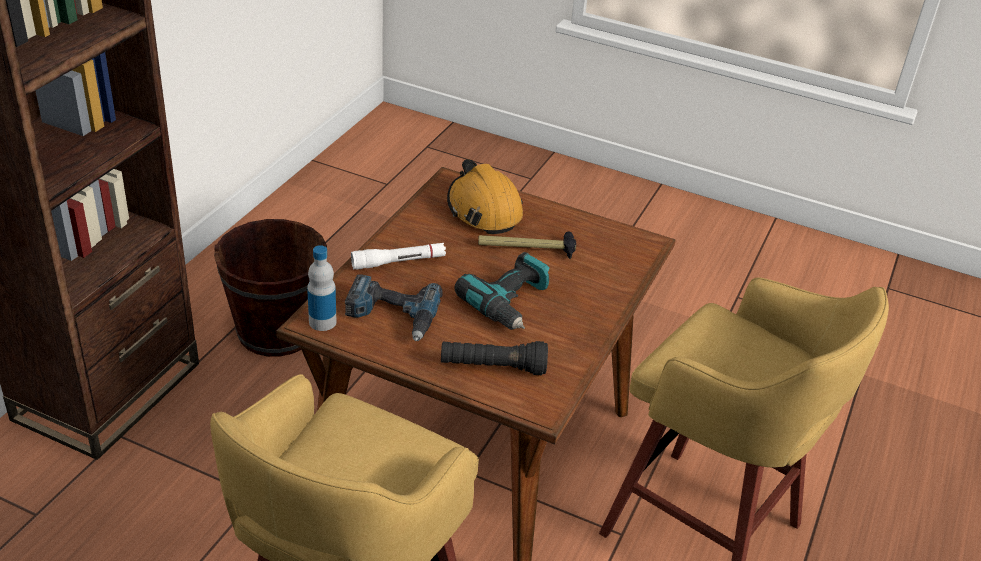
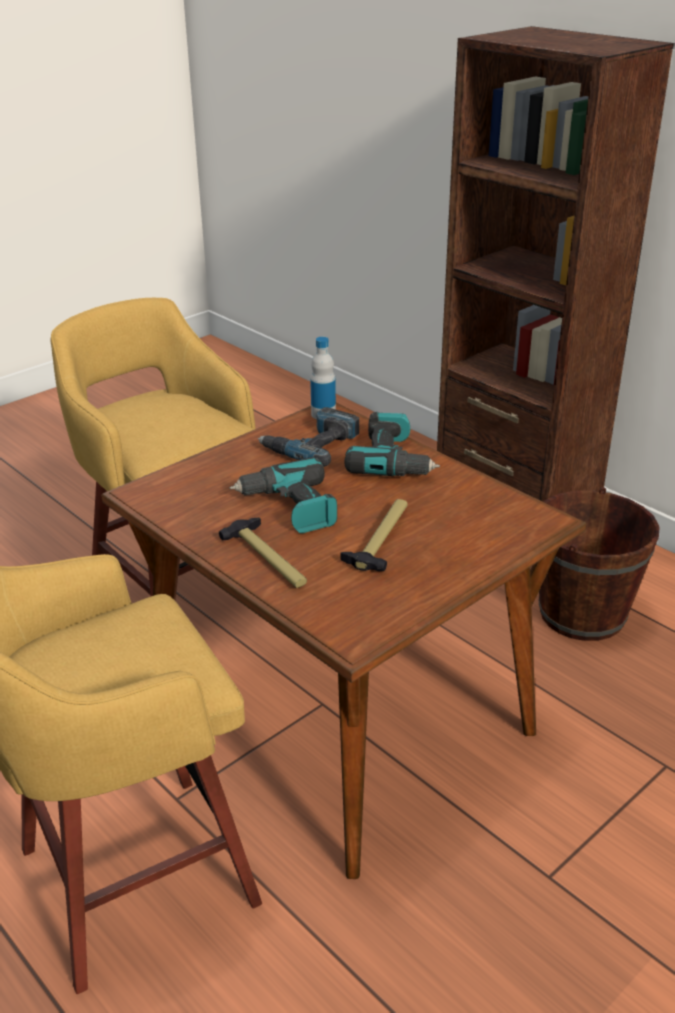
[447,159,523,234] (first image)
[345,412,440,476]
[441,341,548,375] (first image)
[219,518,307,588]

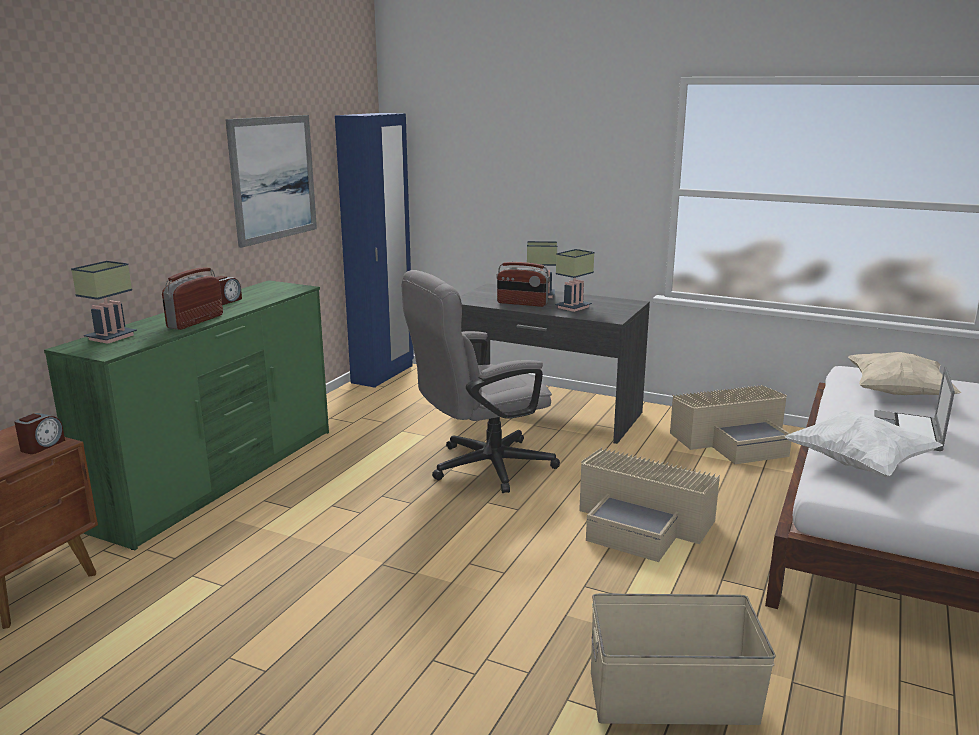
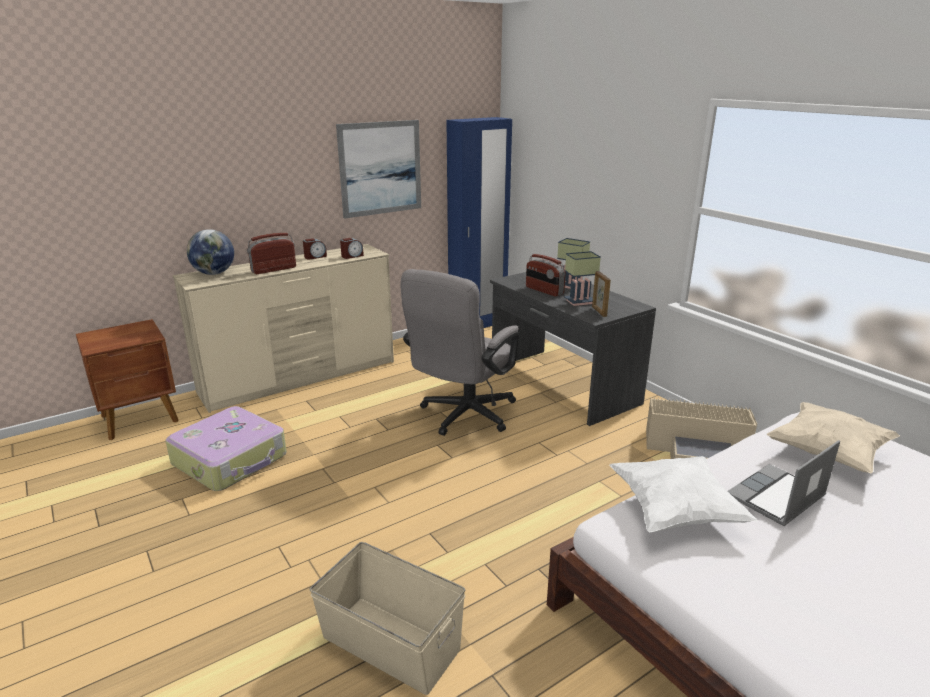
[187,229,234,275]
[400,269,519,436]
[173,244,394,413]
[340,238,364,259]
[579,447,720,562] (first image)
[592,271,610,317]
[166,406,287,491]

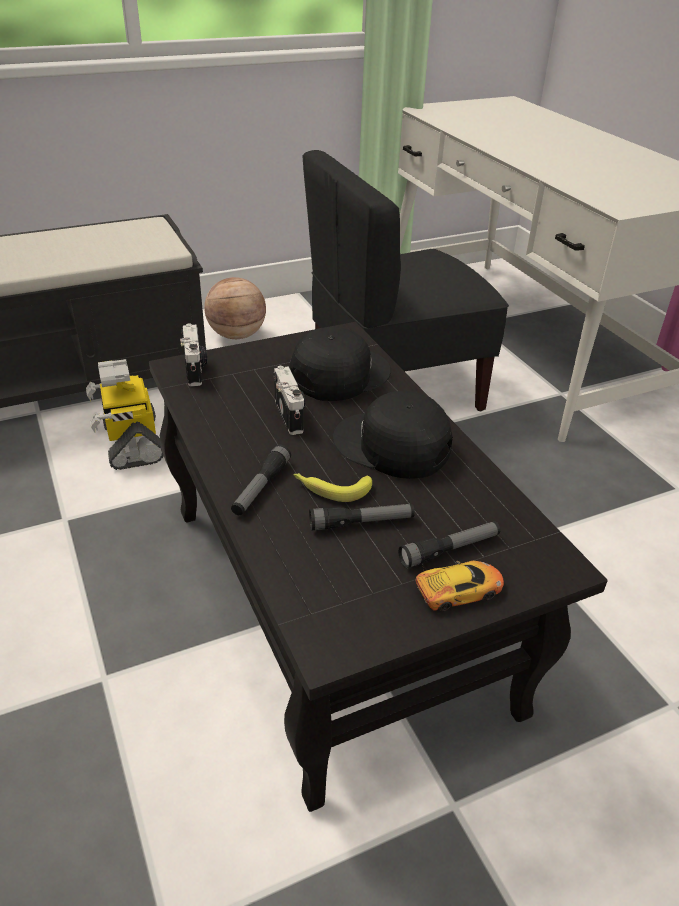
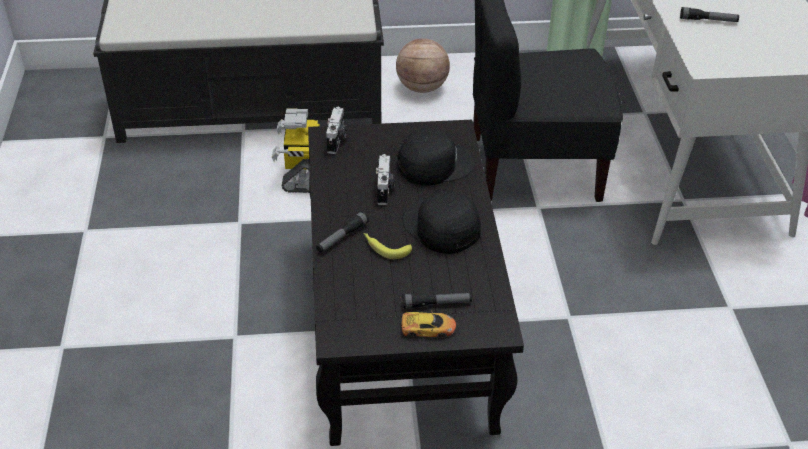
[680,7,739,22]

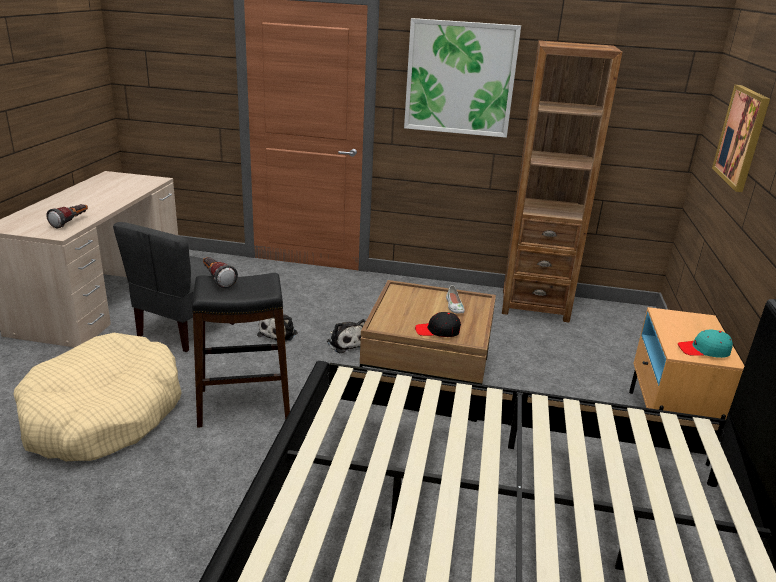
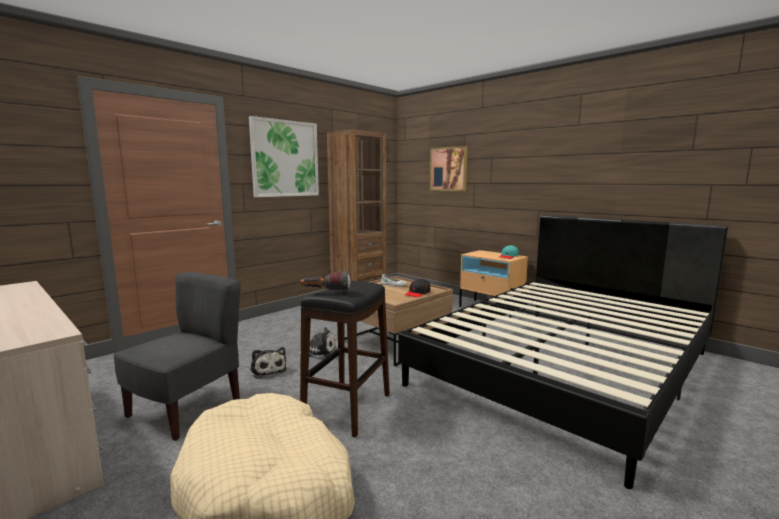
[46,204,88,228] (first image)
[113,272,241,441]

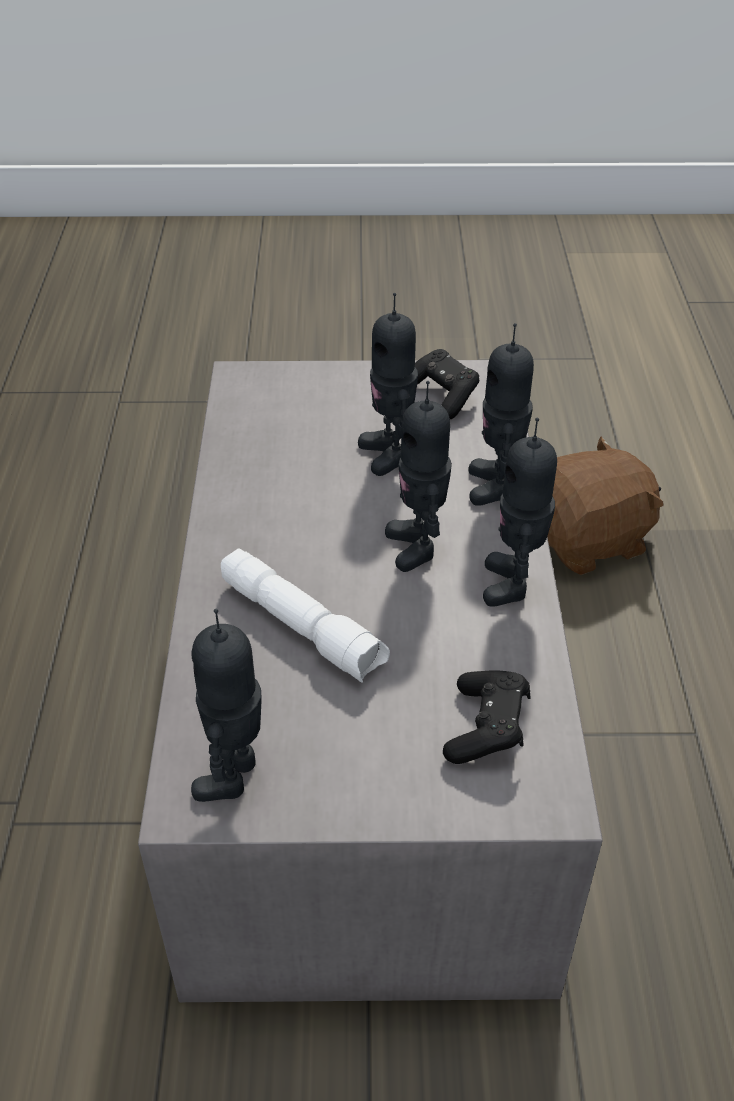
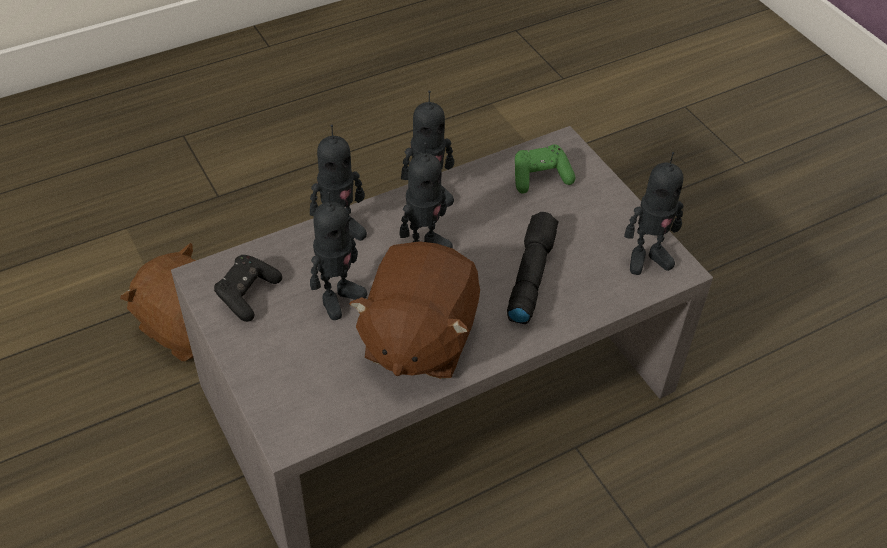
[507,212,558,324]
[515,144,575,194]
[349,241,480,379]

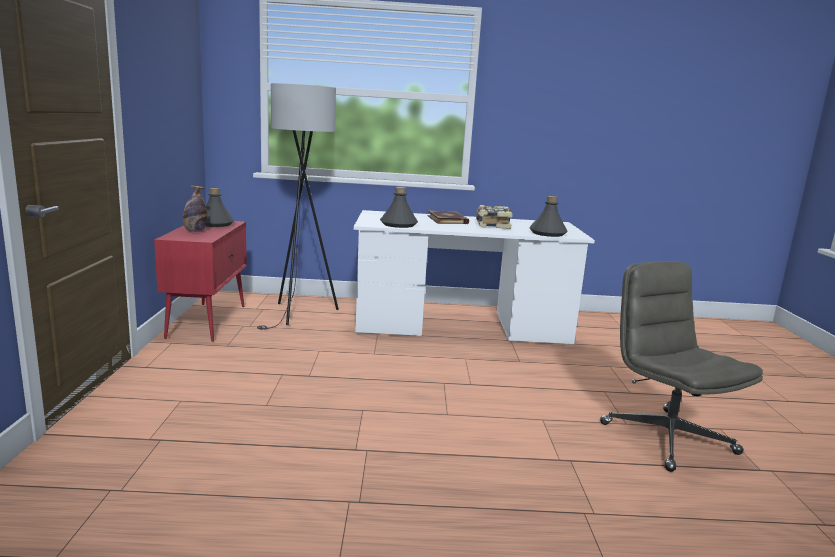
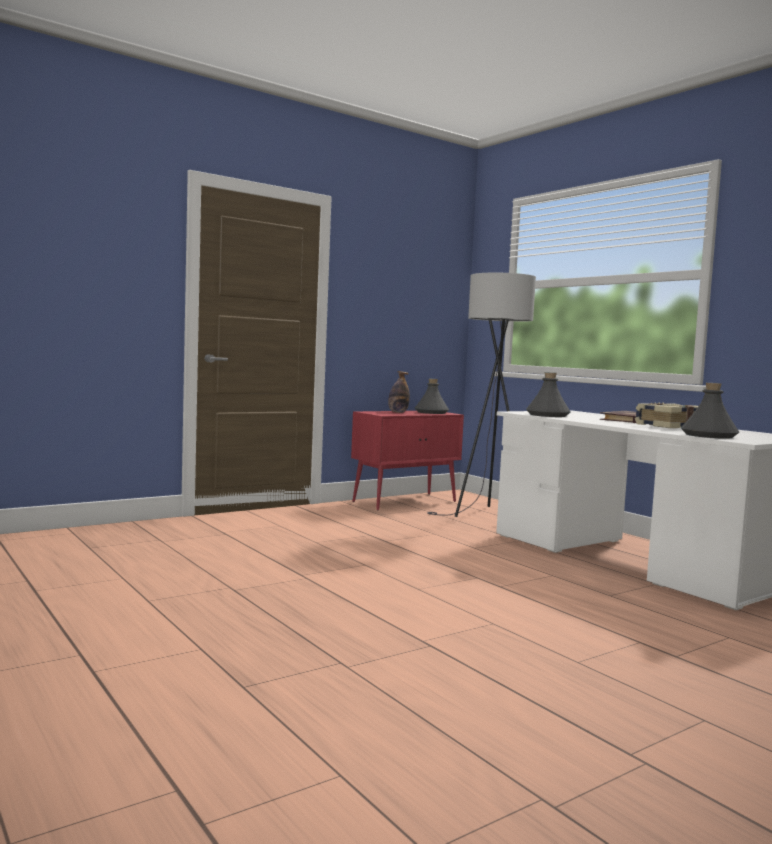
[600,261,763,472] (first image)

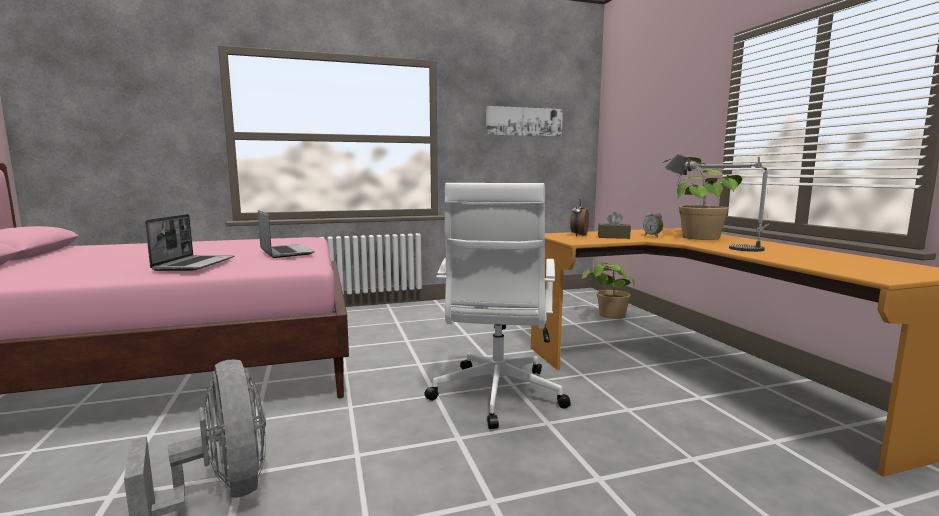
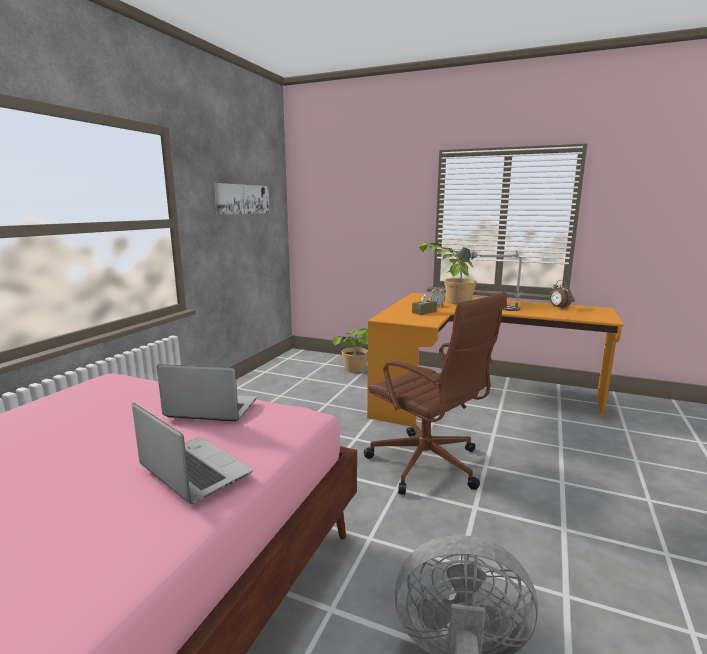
[364,292,507,495]
[550,280,573,309]

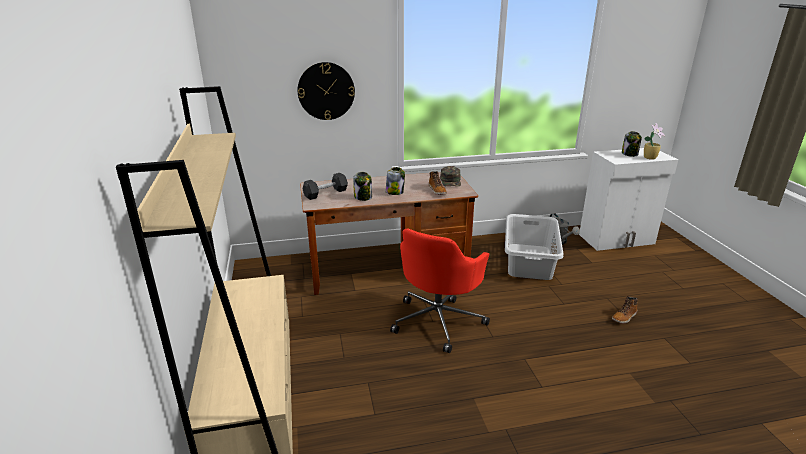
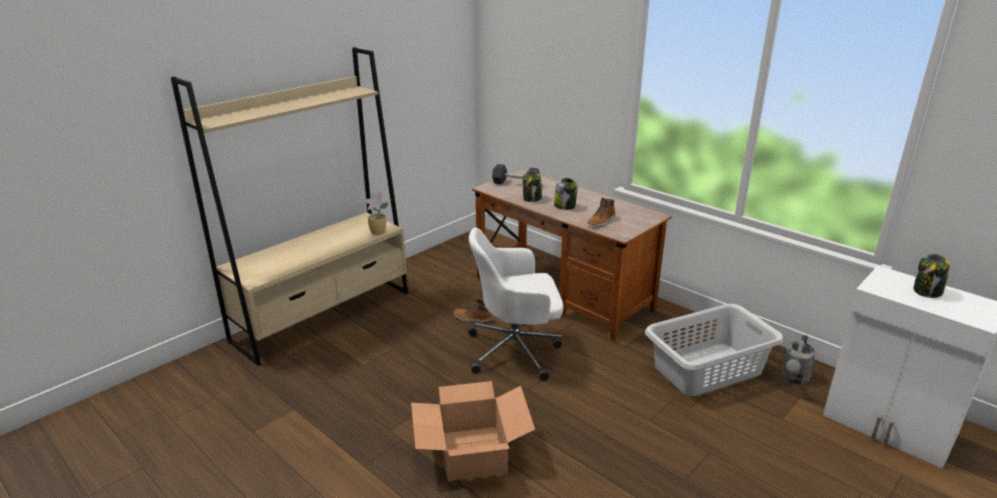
[298,62,355,120] (first image)
[364,191,388,235]
[440,166,461,186] (first image)
[468,228,564,381]
[454,300,492,323]
[411,381,535,482]

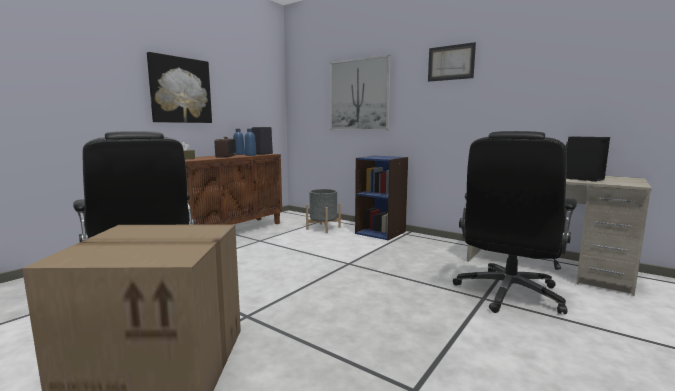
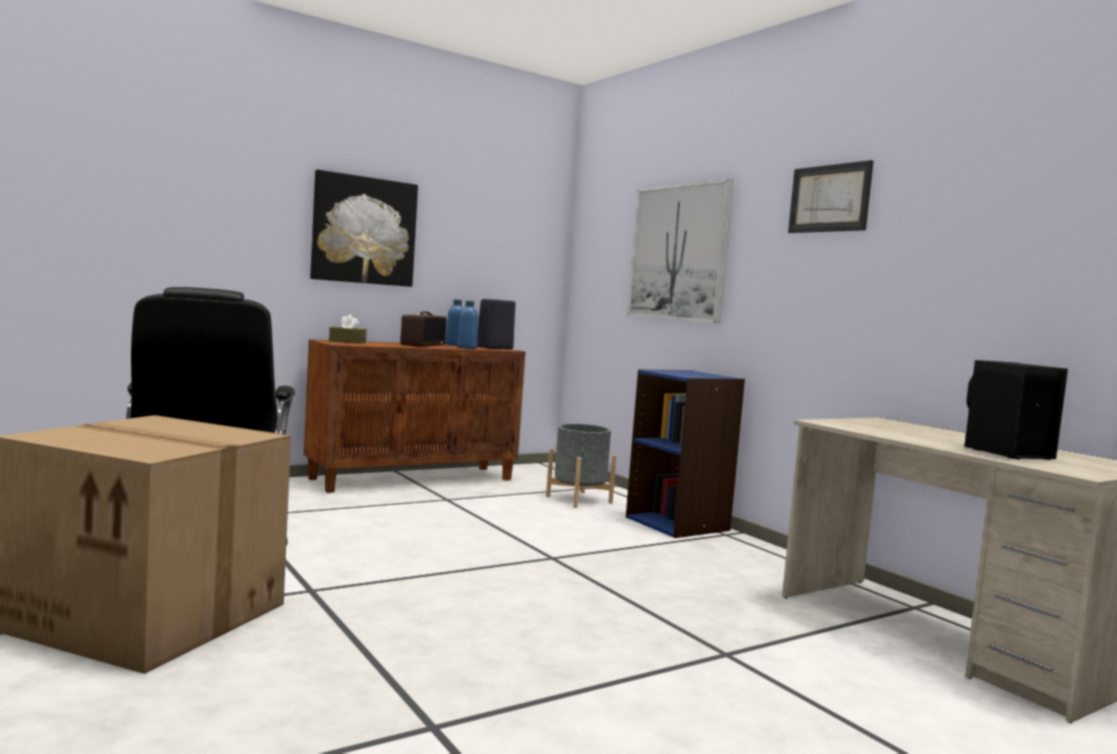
[453,131,577,314] (first image)

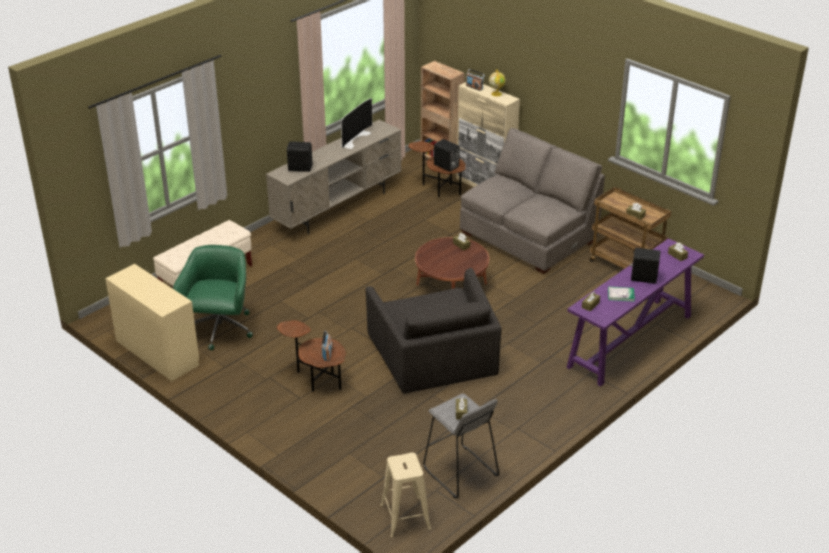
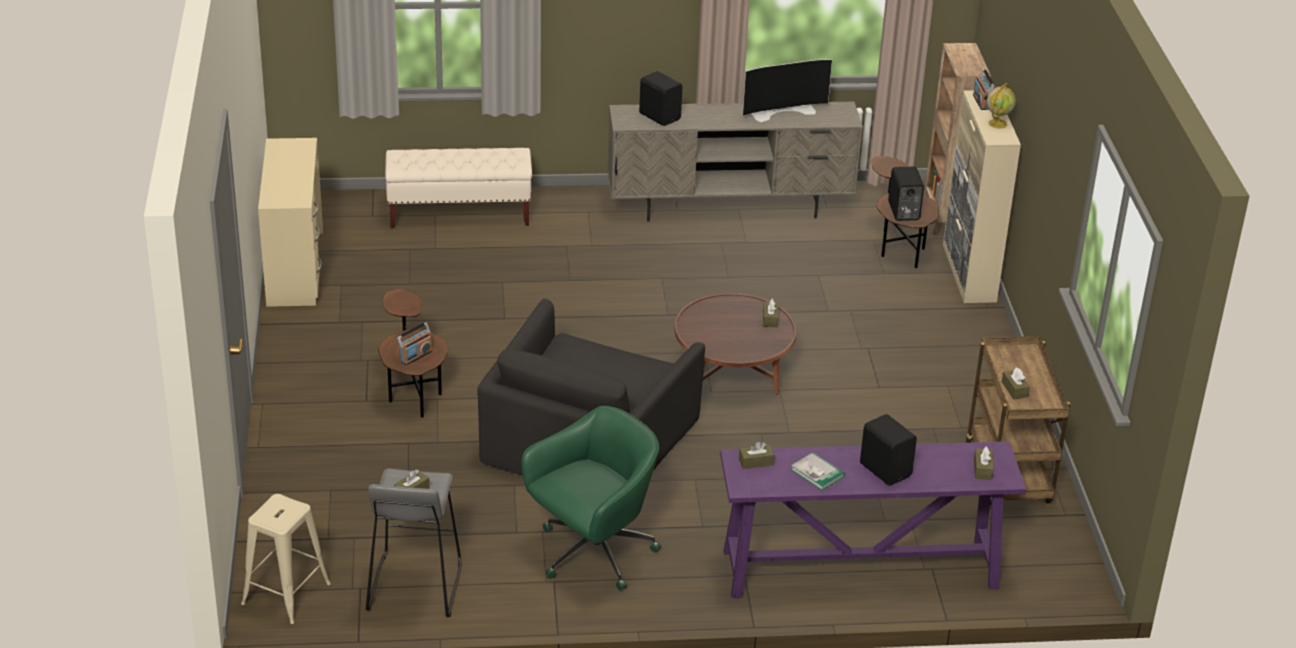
[460,128,605,274] (first image)
[522,406,661,591]

